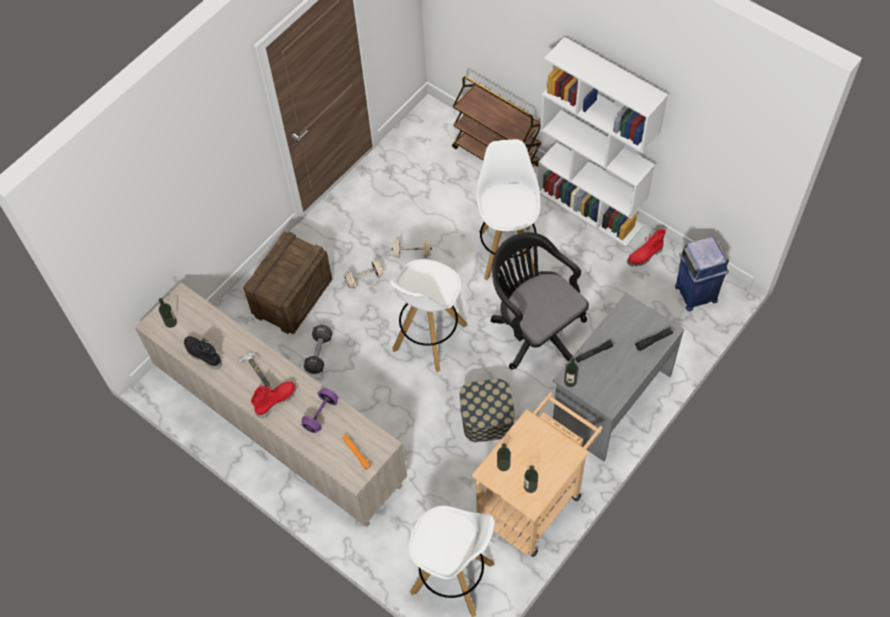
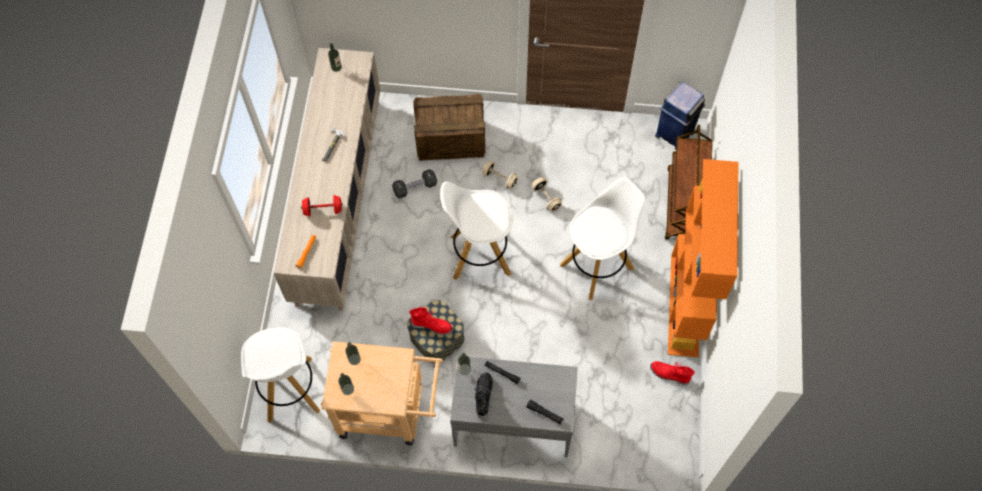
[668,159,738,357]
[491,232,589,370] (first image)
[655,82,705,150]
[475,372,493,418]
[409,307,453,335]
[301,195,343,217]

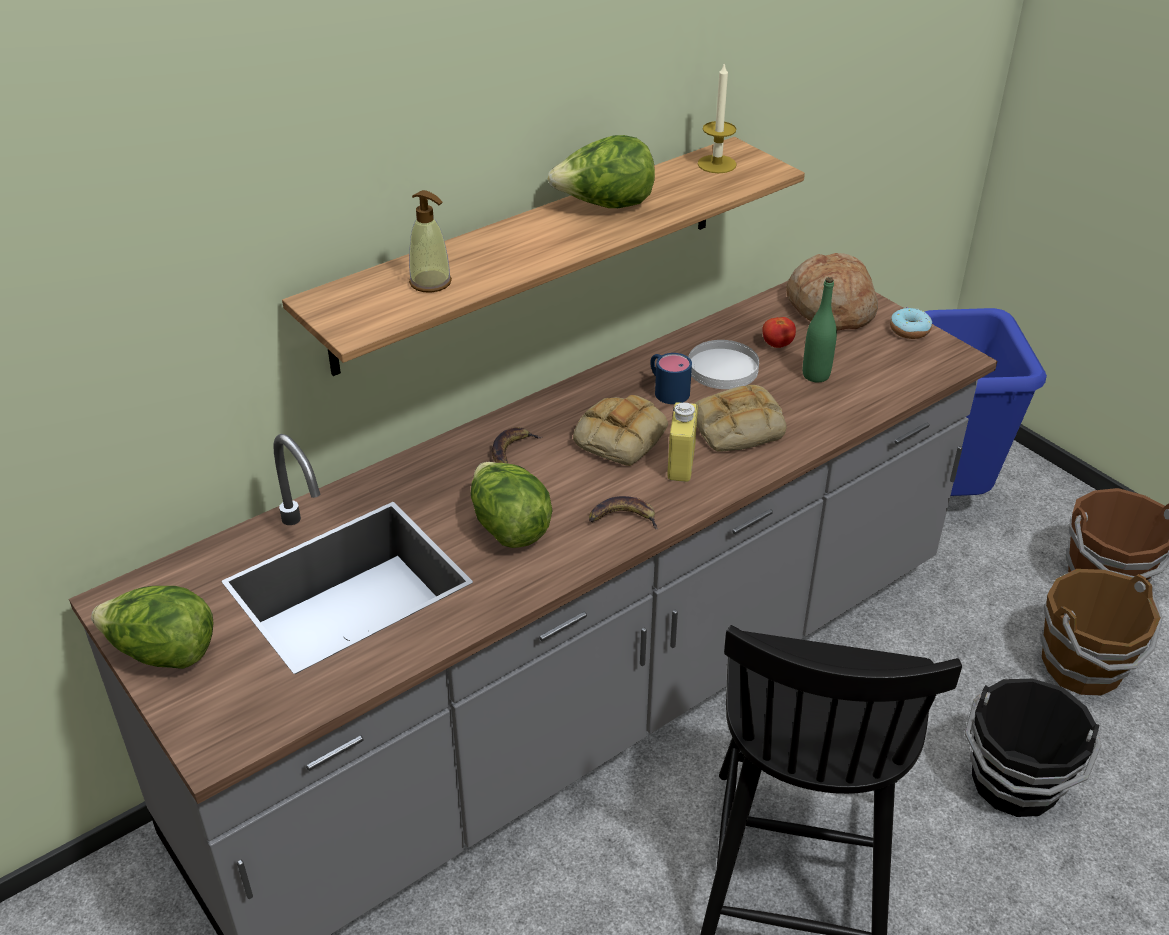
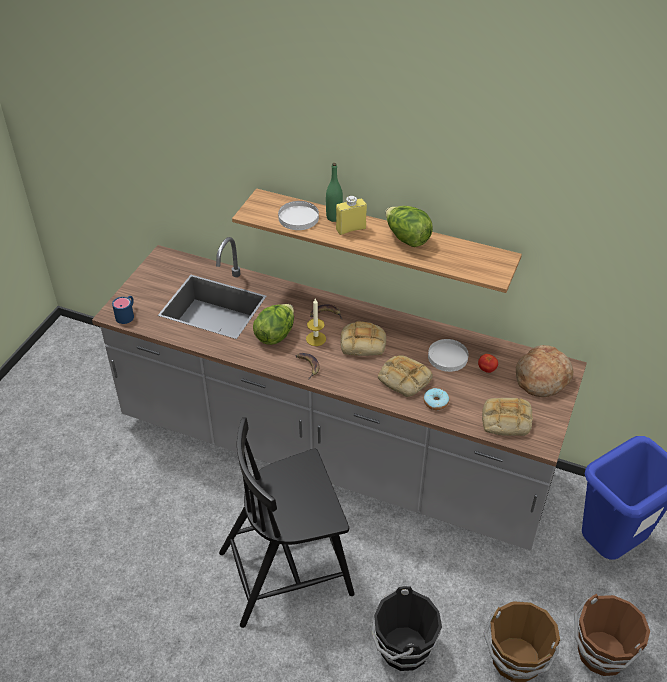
[306,299,326,346]
[278,201,319,230]
[326,163,343,222]
[424,388,449,410]
[112,296,134,324]
[336,196,367,235]
[91,586,214,669] (first image)
[482,398,533,436]

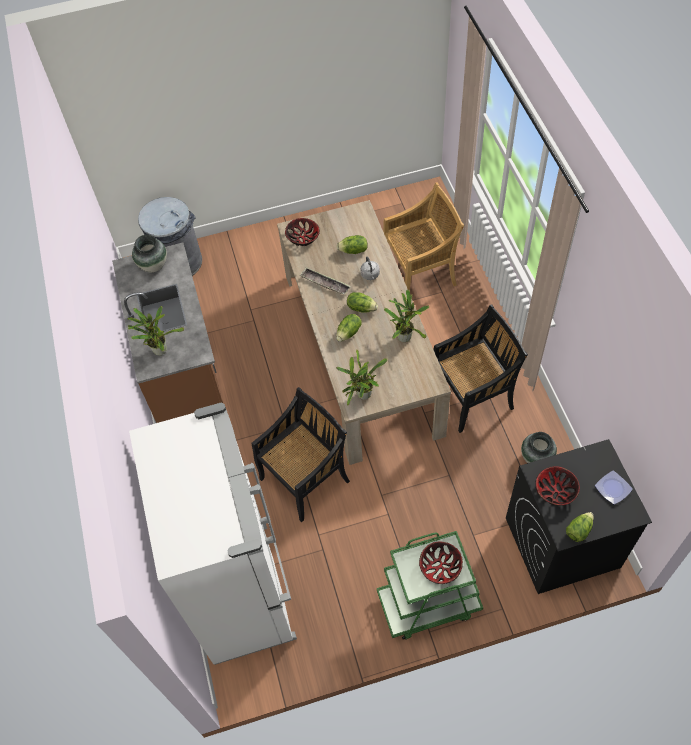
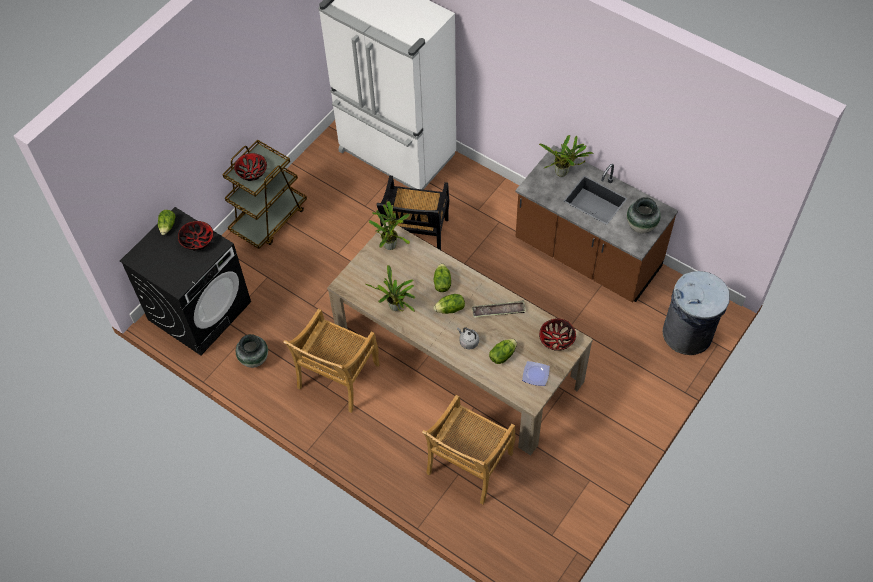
[283,309,380,413]
[522,361,550,386]
[223,140,307,249]

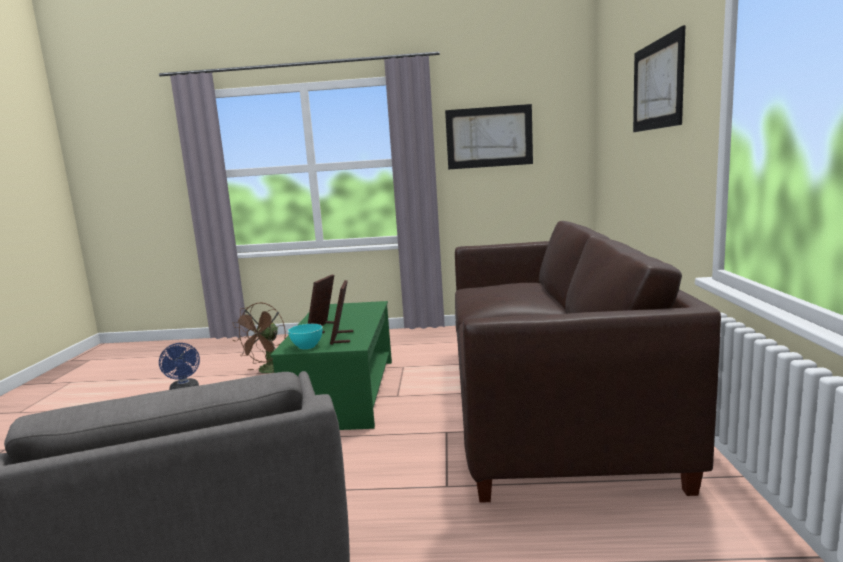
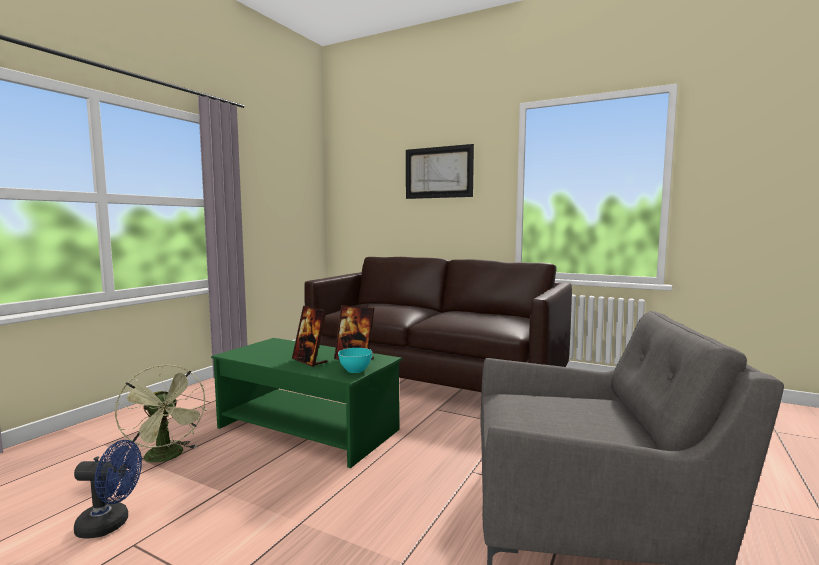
[445,104,533,170] (first image)
[115,365,207,467]

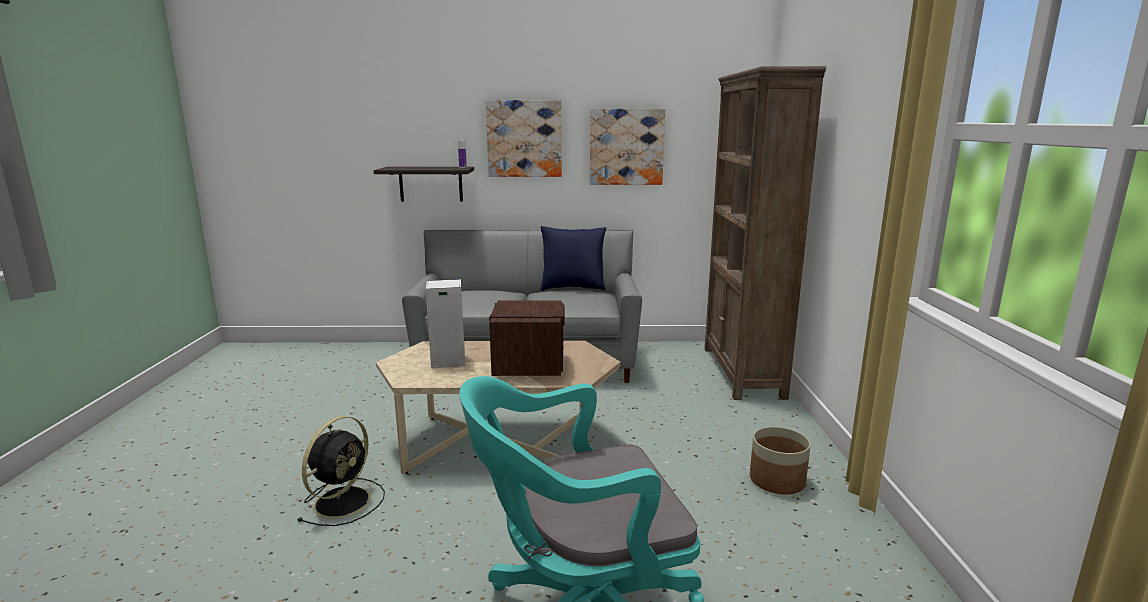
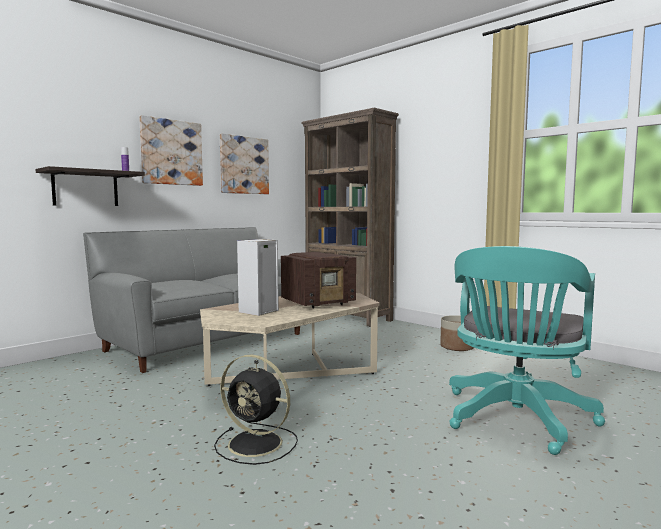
[540,226,606,291] (first image)
[281,252,356,309]
[214,354,298,465]

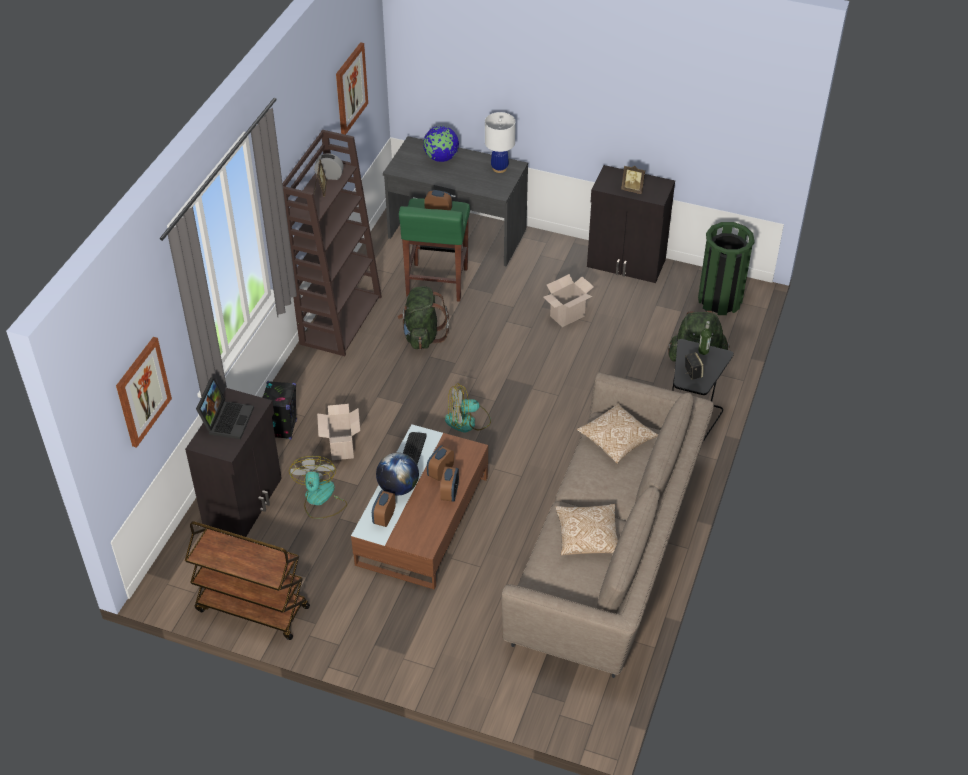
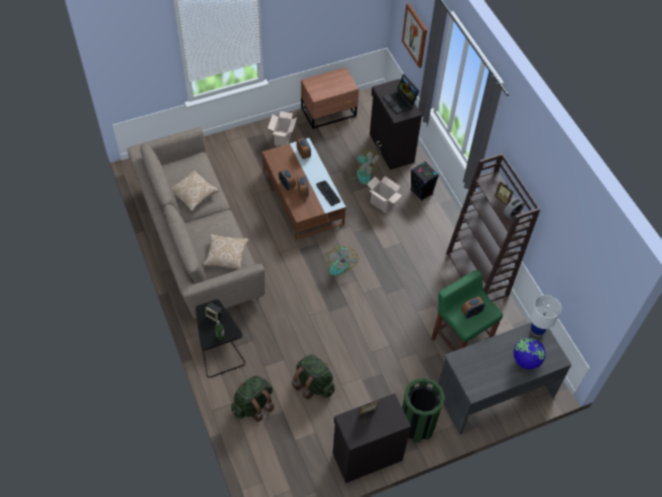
[336,42,368,135] (first image)
[530,295,561,336]
[402,378,445,442]
[268,111,297,146]
[292,354,335,399]
[322,246,358,276]
[376,453,419,496] (first image)
[301,67,359,129]

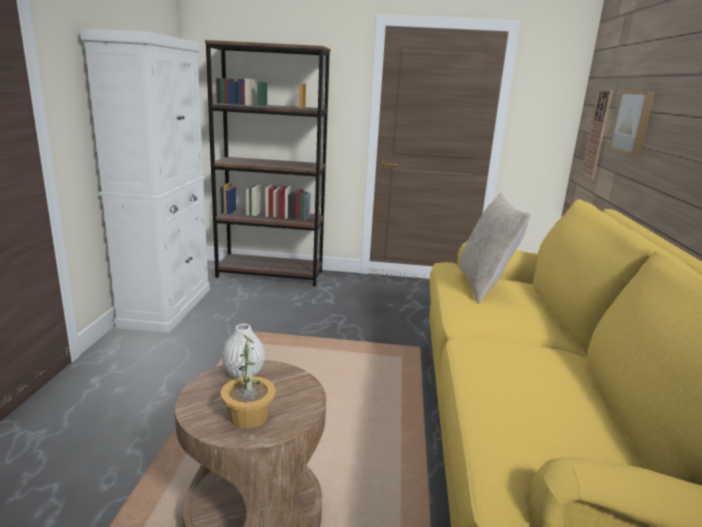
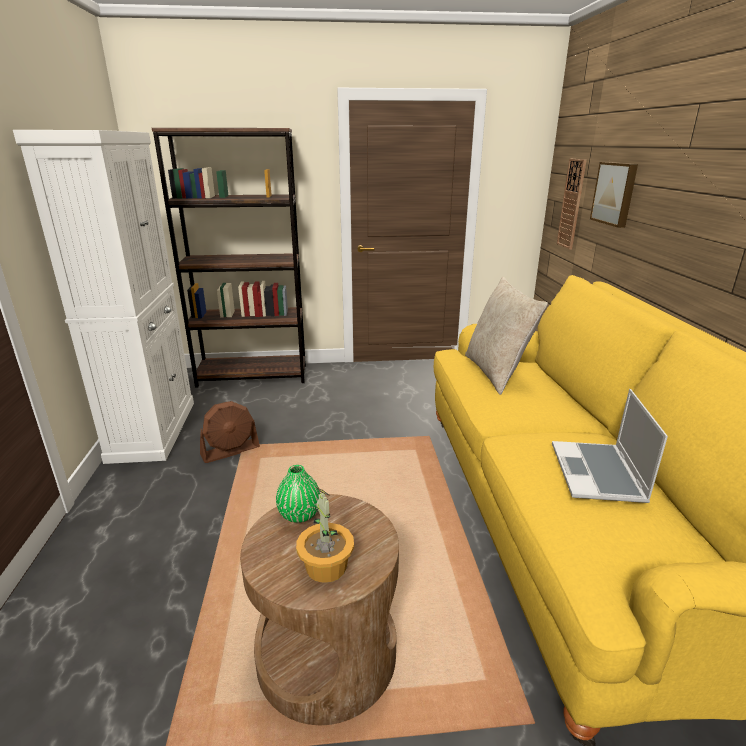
[276,465,321,523]
[552,389,668,503]
[200,401,260,463]

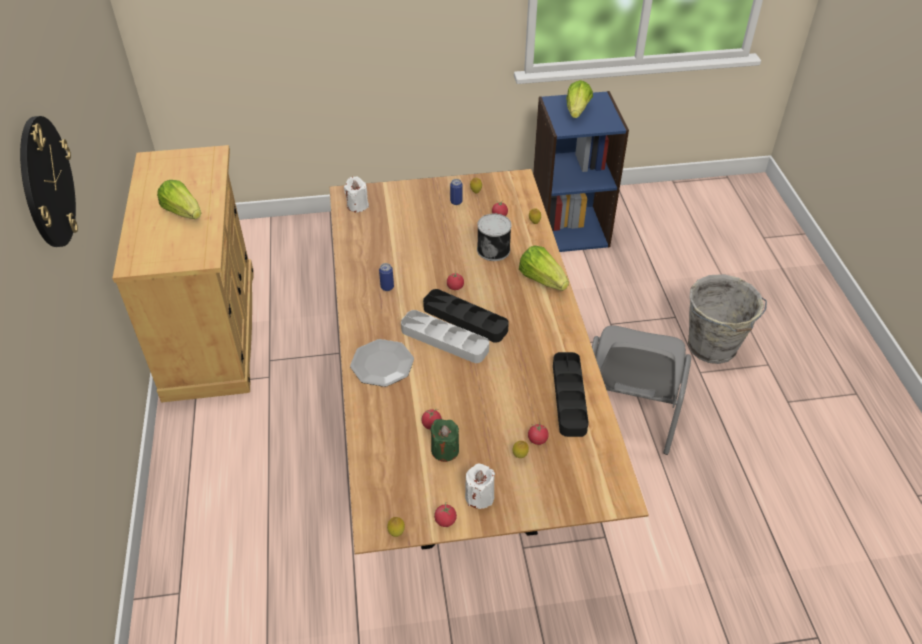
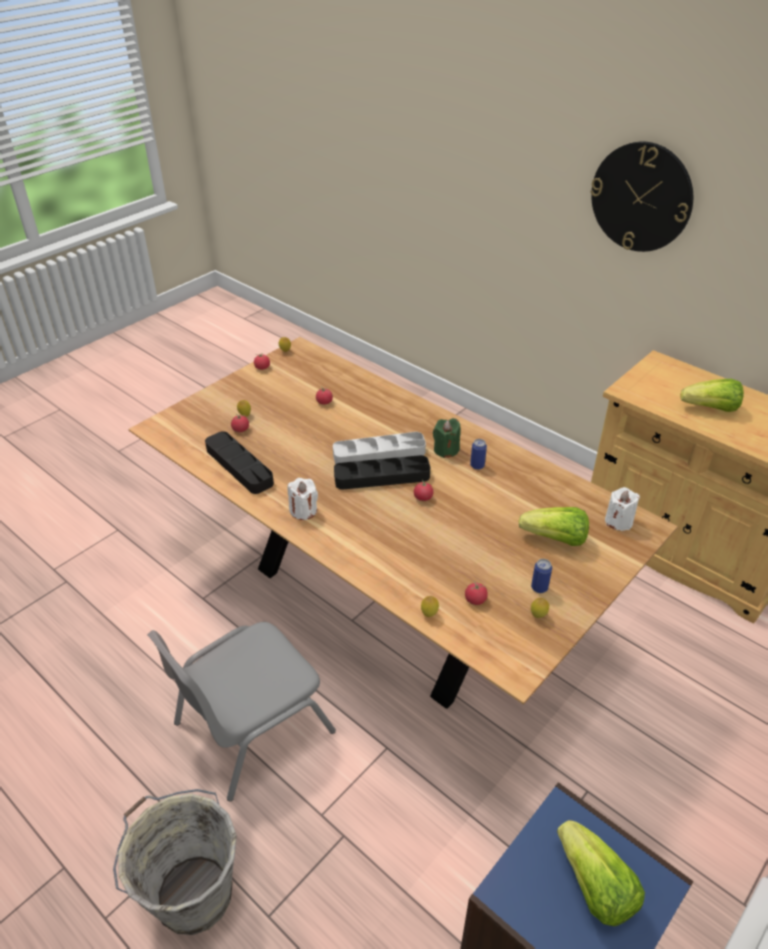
[477,214,512,261] (first image)
[519,507,589,546]
[147,622,336,801]
[350,339,414,387] (first image)
[433,418,461,458]
[288,478,318,520]

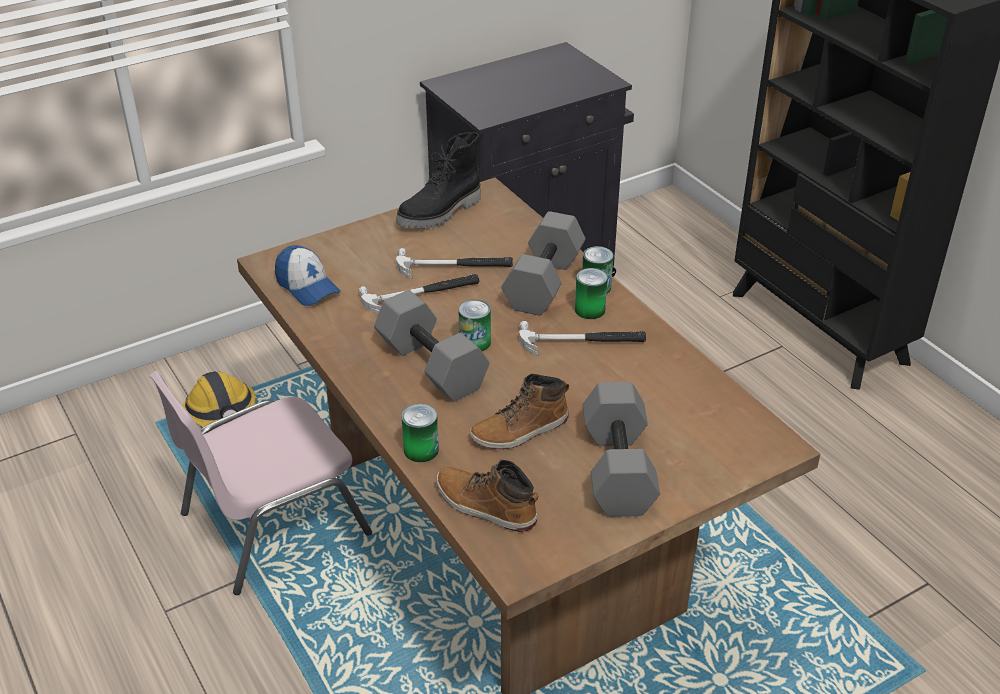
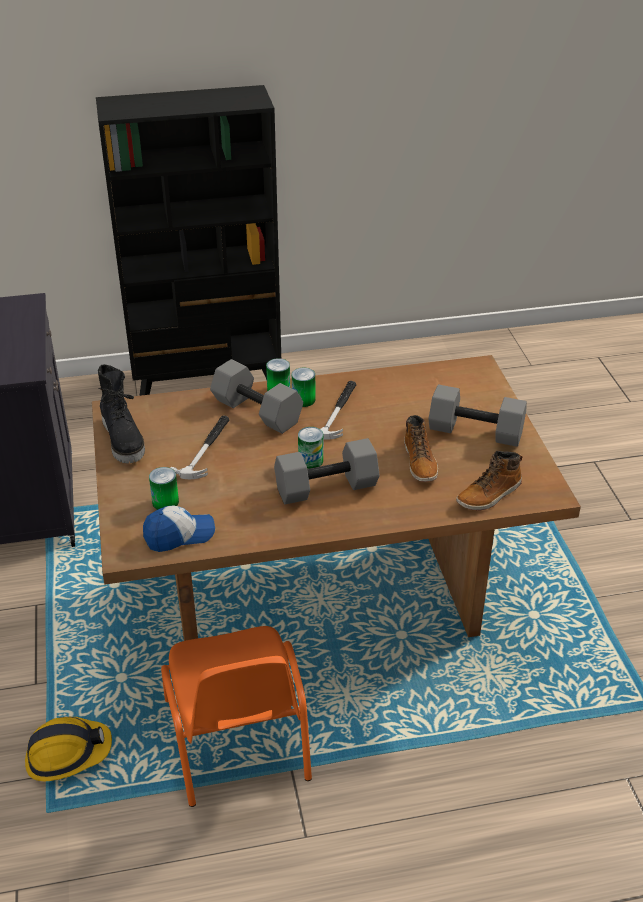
[358,274,479,314] (first image)
[161,626,312,807]
[149,467,179,510]

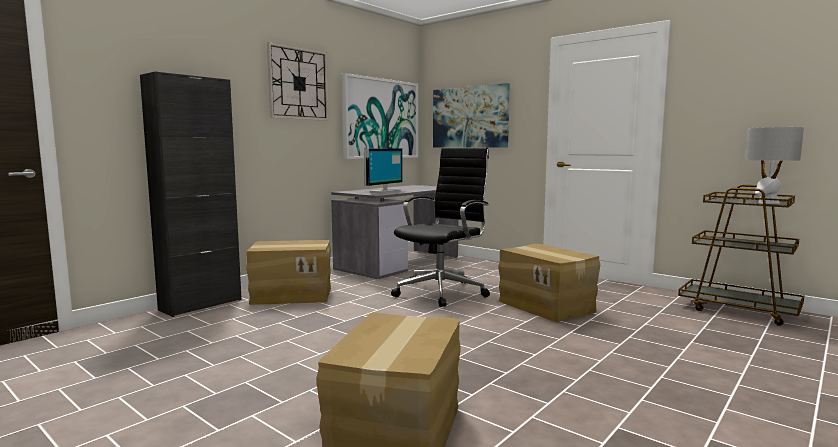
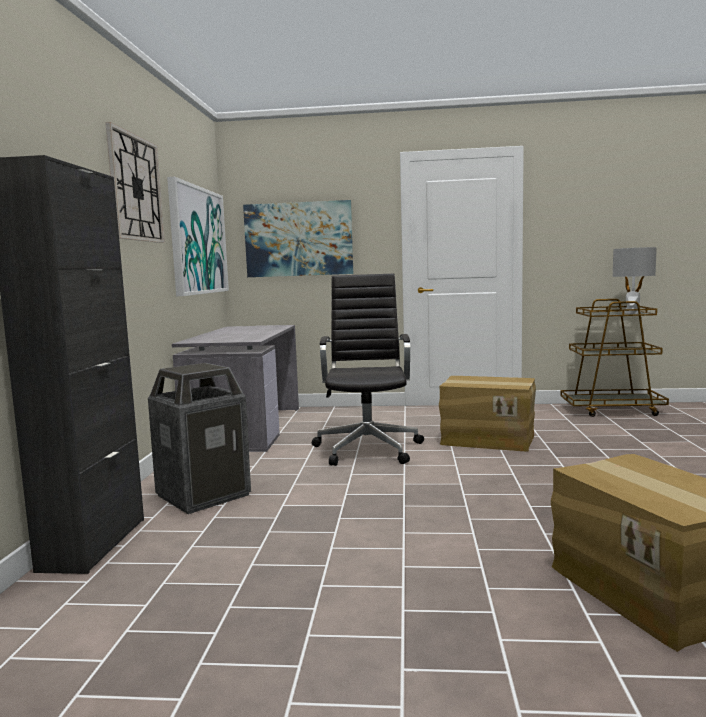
[364,149,403,194] (first image)
[148,363,251,514]

